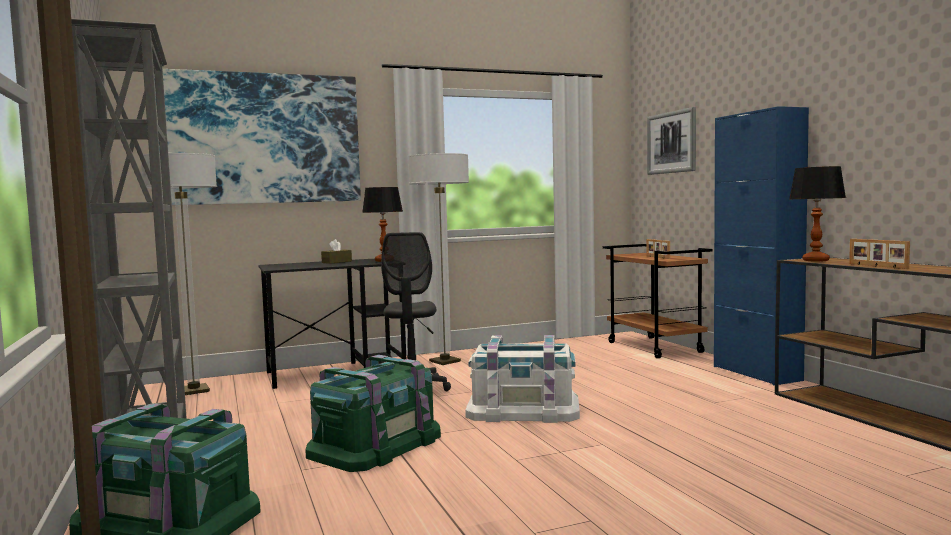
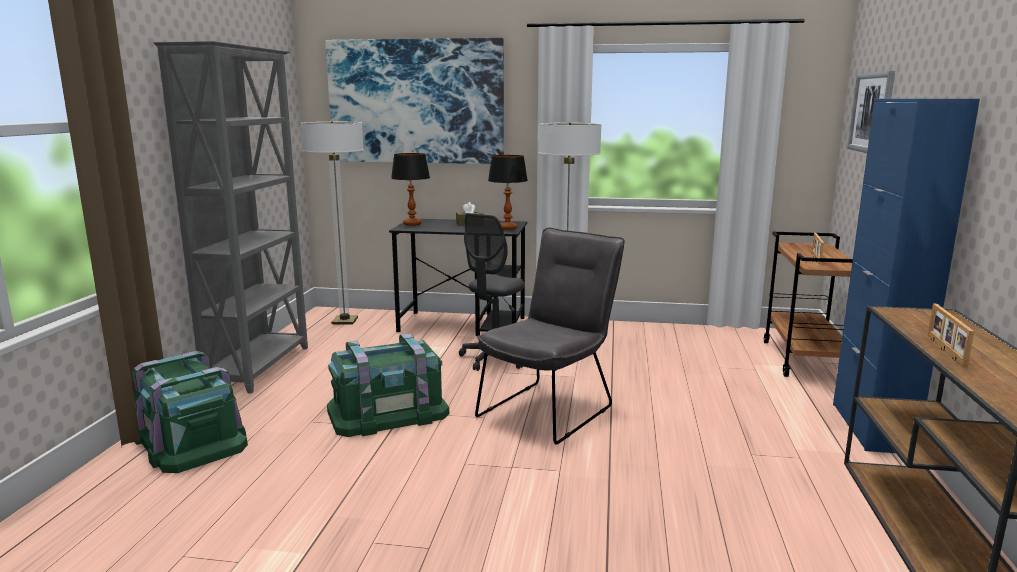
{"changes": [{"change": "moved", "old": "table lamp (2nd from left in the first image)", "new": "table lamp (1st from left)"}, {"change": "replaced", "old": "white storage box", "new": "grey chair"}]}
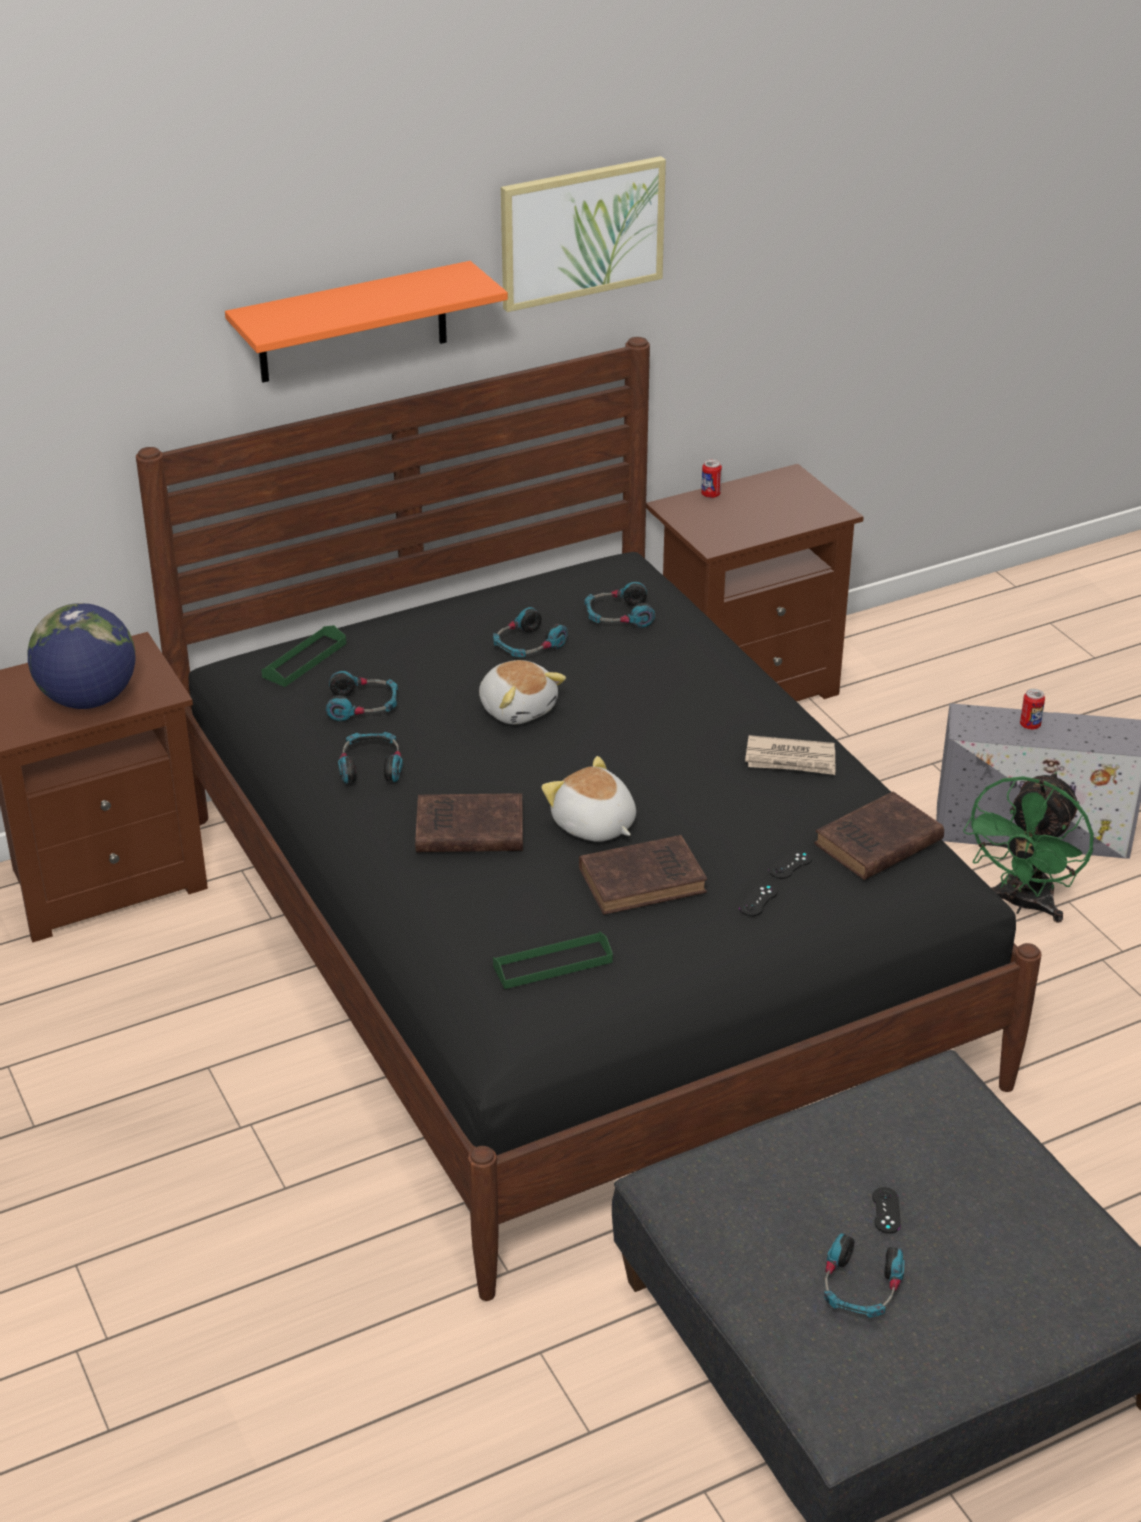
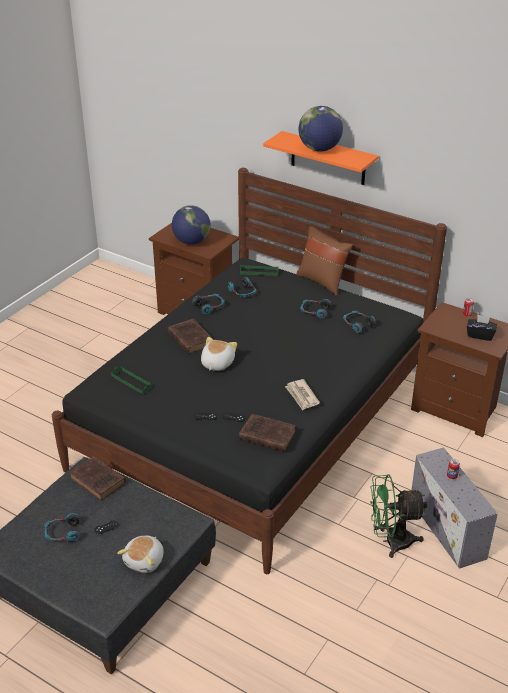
{"changes": [{"change": "removed", "old": "picture"}, {"change": "added", "new": "brown pillow"}, {"change": "added", "new": "globe (2nd from left)"}, {"change": "added", "new": "black tissue box"}, {"change": "moved", "old": "plush toy (1st from left)"}, {"change": "moved", "old": "brown book (2nd from left in the first image)", "new": "brown book (1st from left)"}]}
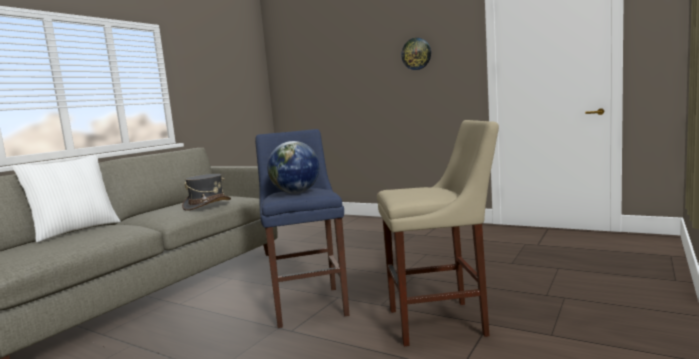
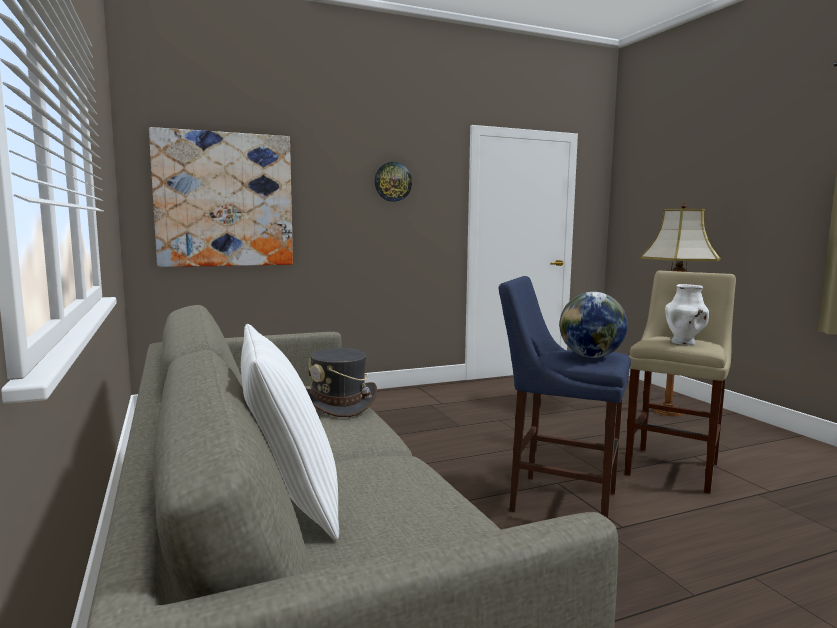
{"changes": [{"change": "added", "new": "picture"}, {"change": "added", "new": "floor lamp"}, {"change": "added", "new": "white vase"}]}
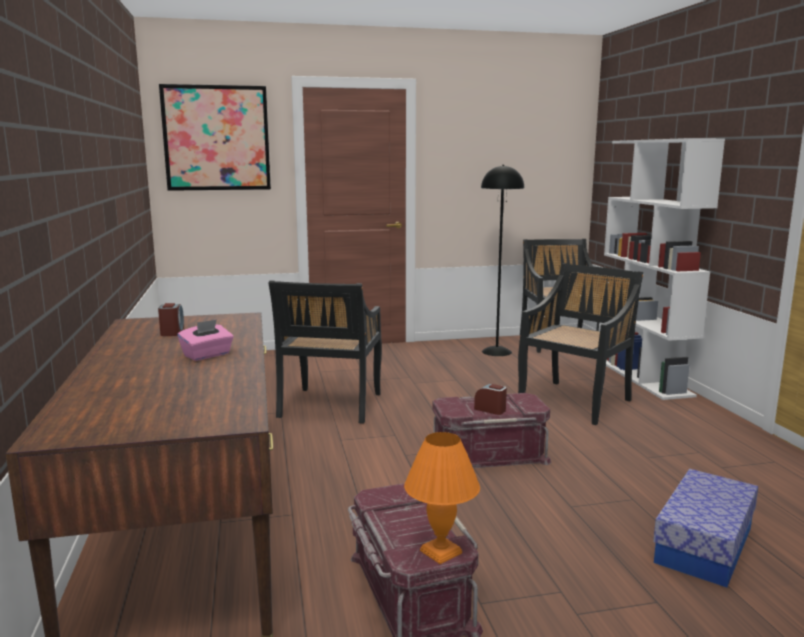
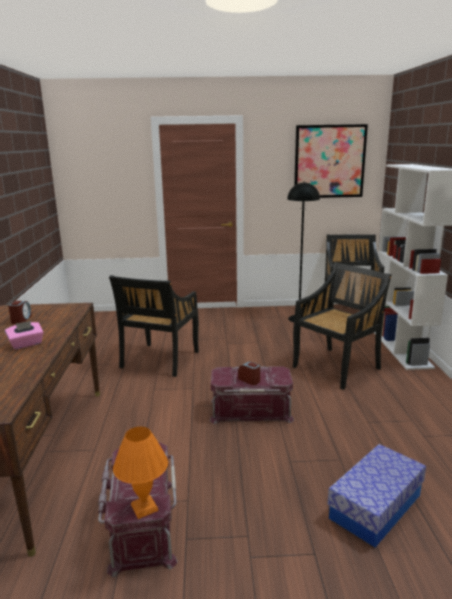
{"changes": [{"change": "moved", "old": "picture"}]}
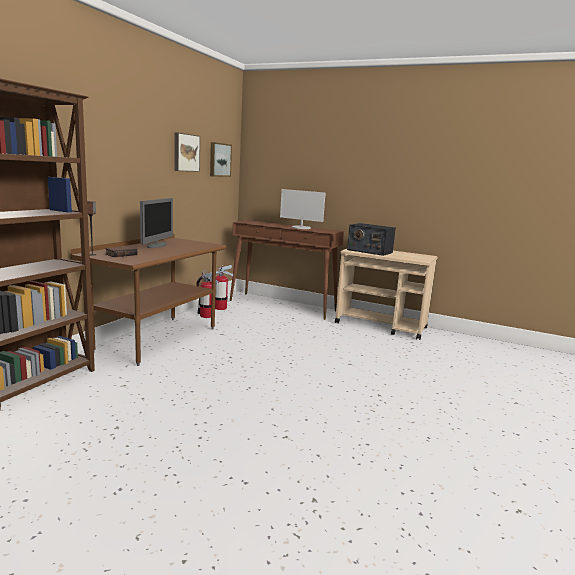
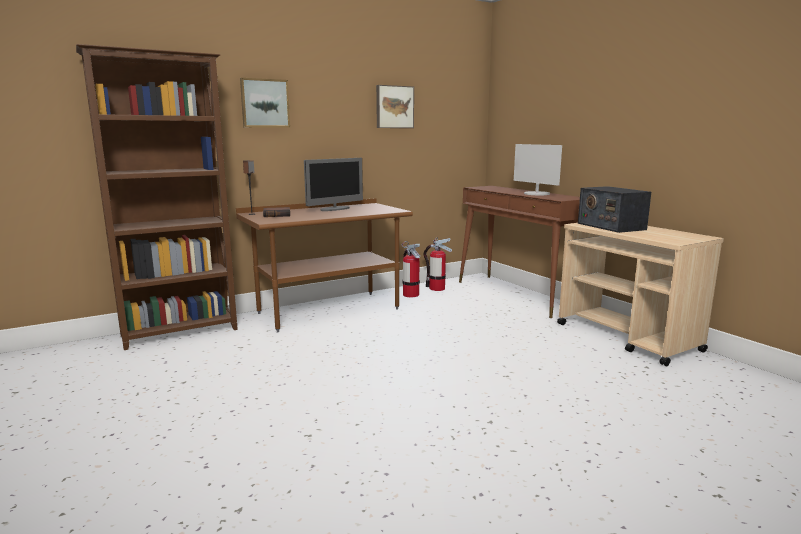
{"changes": [{"change": "moved", "old": "picture (2nd from left in the first image)", "new": "picture (1st from left)"}]}
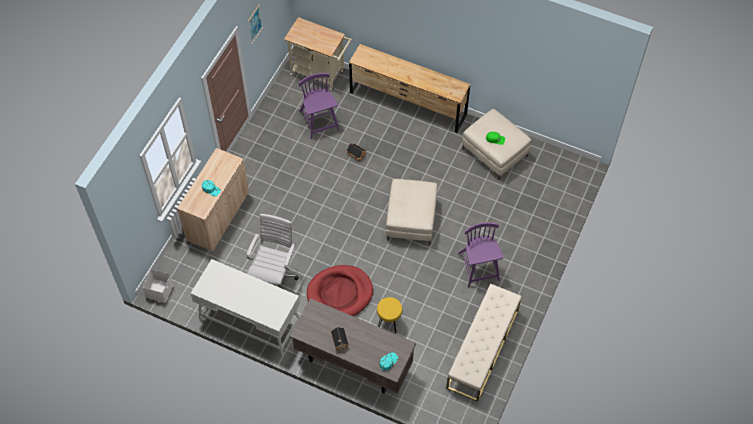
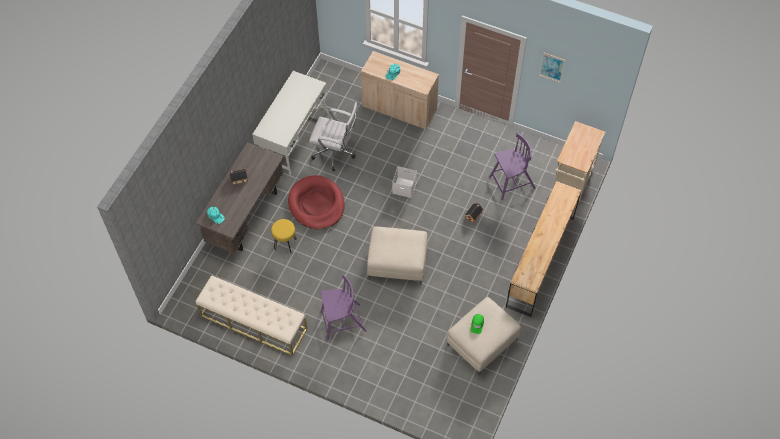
{"changes": [{"change": "moved", "old": "white storage box"}]}
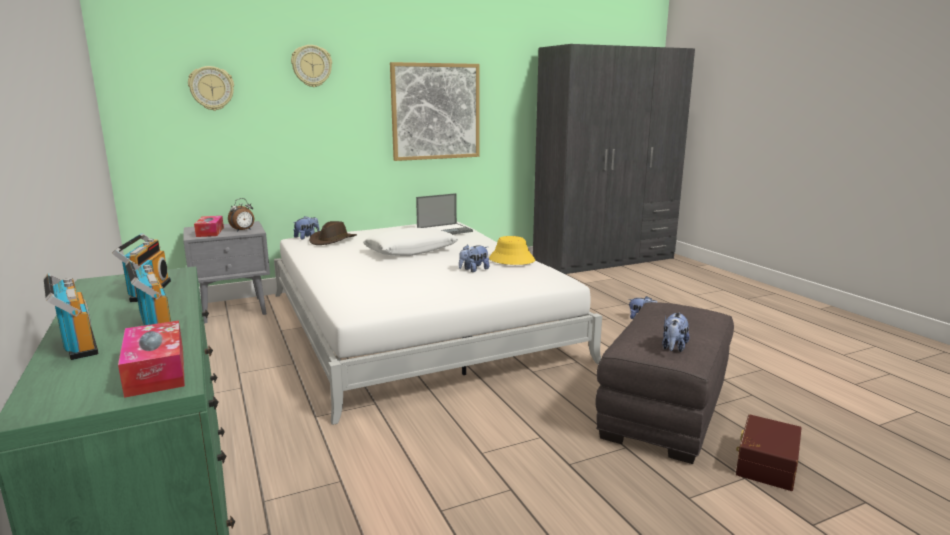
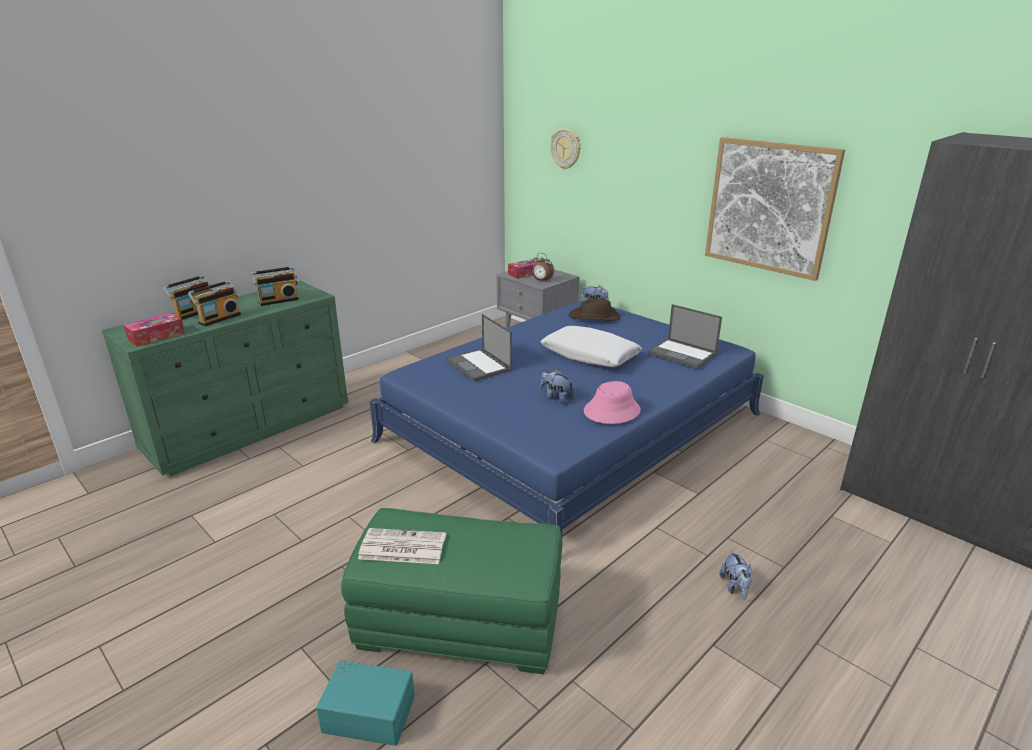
{"changes": [{"change": "removed", "old": "wall clock (2nd from left)"}, {"change": "added", "new": "laptop (1st from left)"}, {"change": "replaced", "old": "plush toy (4th from left)", "new": "newspaper"}, {"change": "recoloured", "old": "white bed", "new": "blue bed"}, {"change": "recoloured", "old": "yellow hat", "new": "pink hat"}, {"change": "recoloured", "old": "grey ottoman", "new": "green ottoman"}, {"change": "recoloured", "old": "brown storage box", "new": "turquoise storage box"}]}
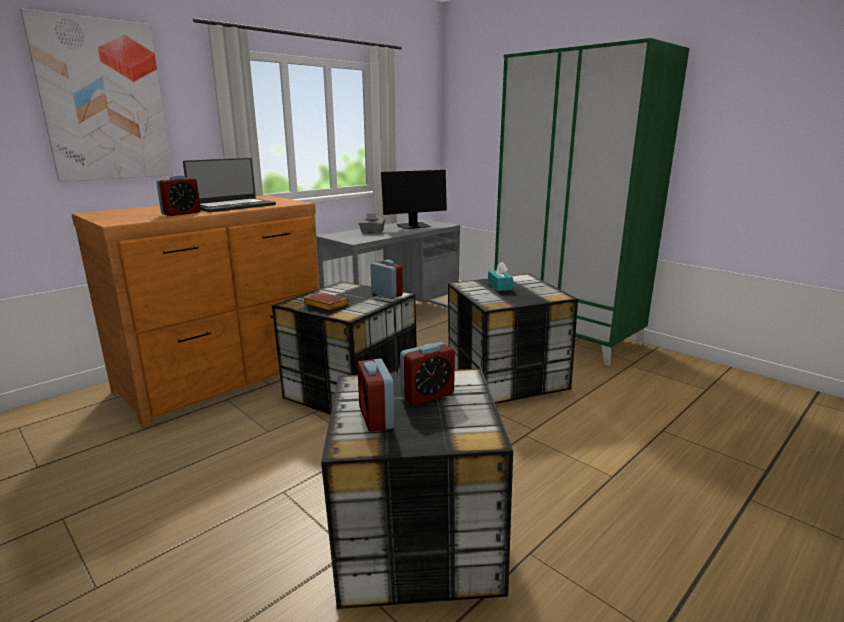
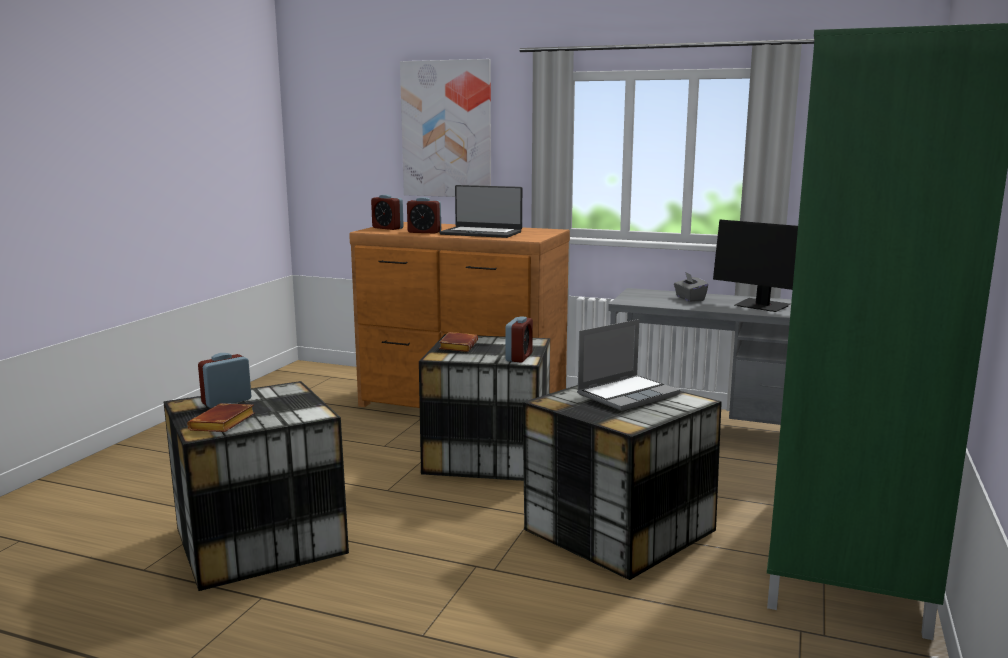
{"changes": [{"change": "added", "new": "brown book (1st from left)"}, {"change": "moved", "old": "alarm clock (4th from left in the first image)", "new": "alarm clock (2nd from left)"}, {"change": "replaced", "old": "turquoise tissue box", "new": "laptop (2nd from left)"}]}
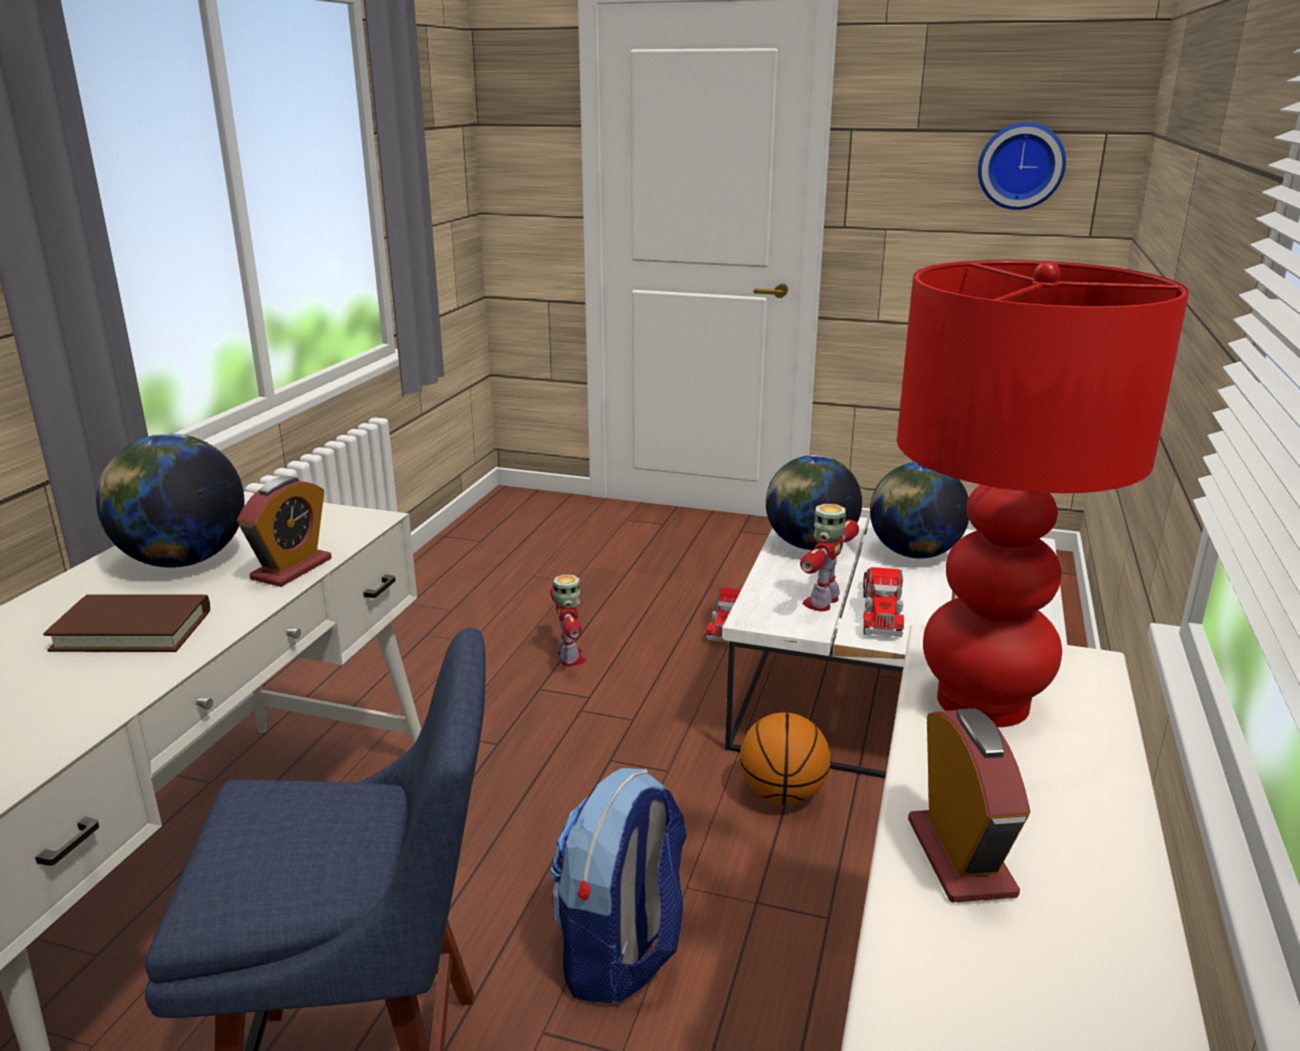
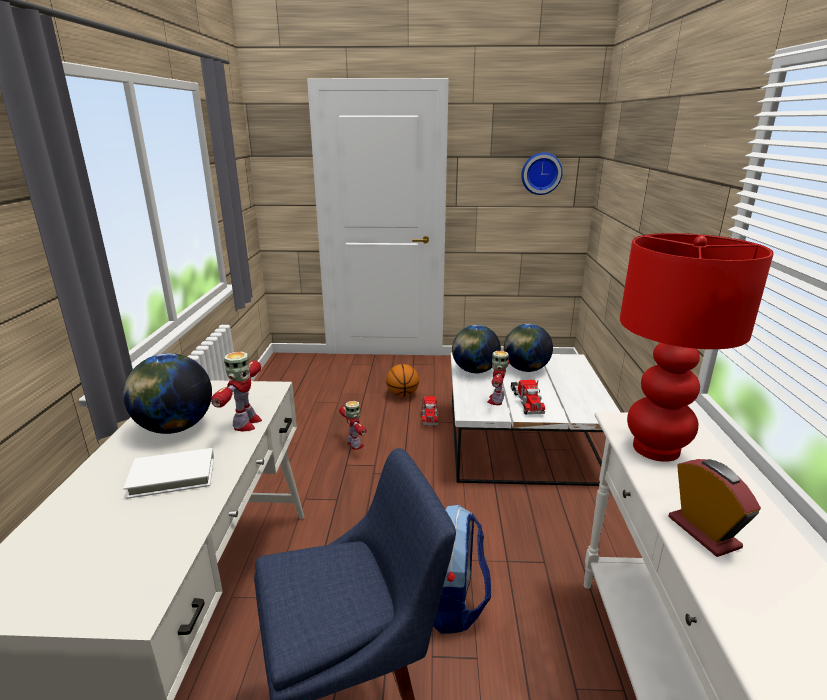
{"changes": [{"change": "moved", "old": "basketball"}, {"change": "replaced", "old": "alarm clock (1st from left)", "new": "toy robot (1st from left)"}, {"change": "recoloured", "old": "brown book", "new": "white book"}]}
